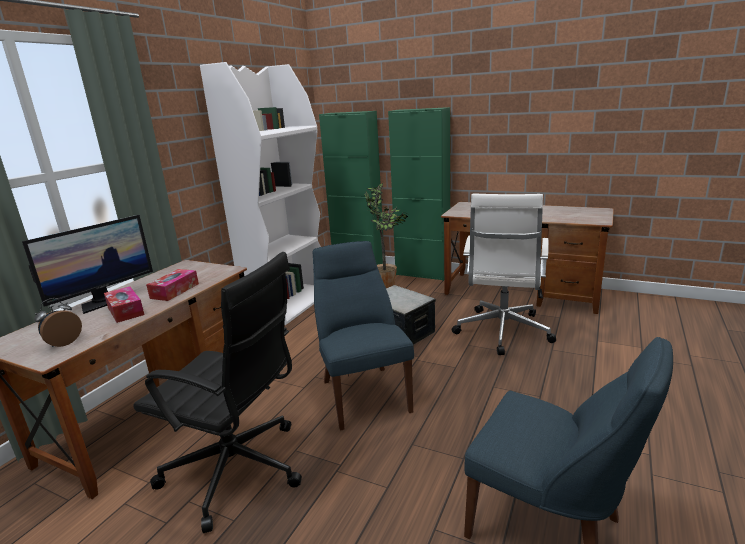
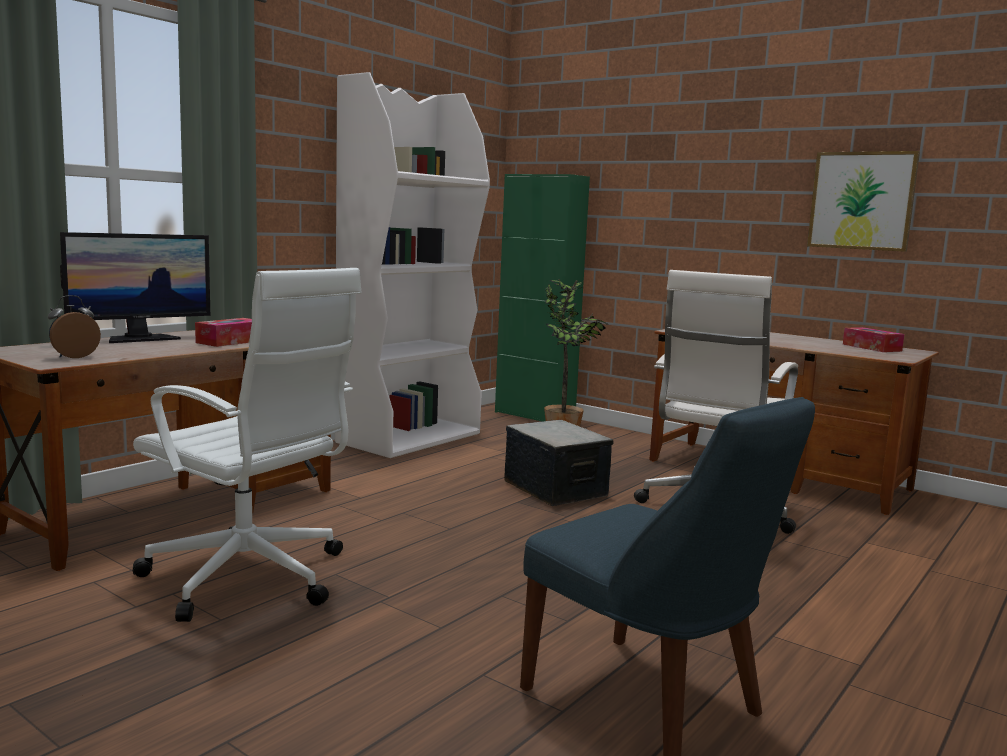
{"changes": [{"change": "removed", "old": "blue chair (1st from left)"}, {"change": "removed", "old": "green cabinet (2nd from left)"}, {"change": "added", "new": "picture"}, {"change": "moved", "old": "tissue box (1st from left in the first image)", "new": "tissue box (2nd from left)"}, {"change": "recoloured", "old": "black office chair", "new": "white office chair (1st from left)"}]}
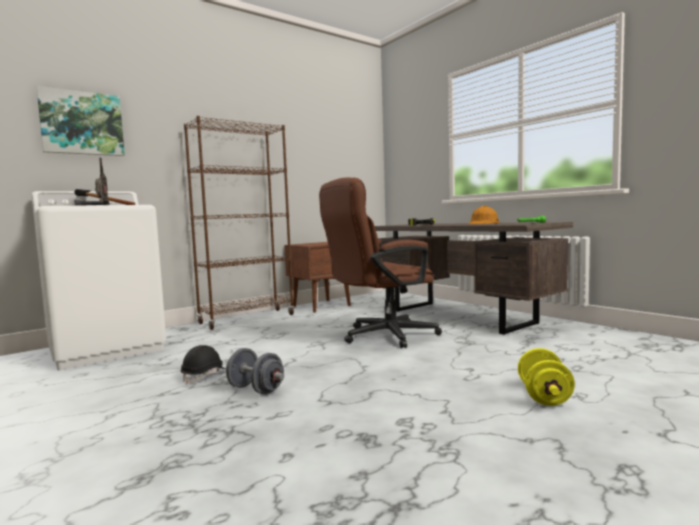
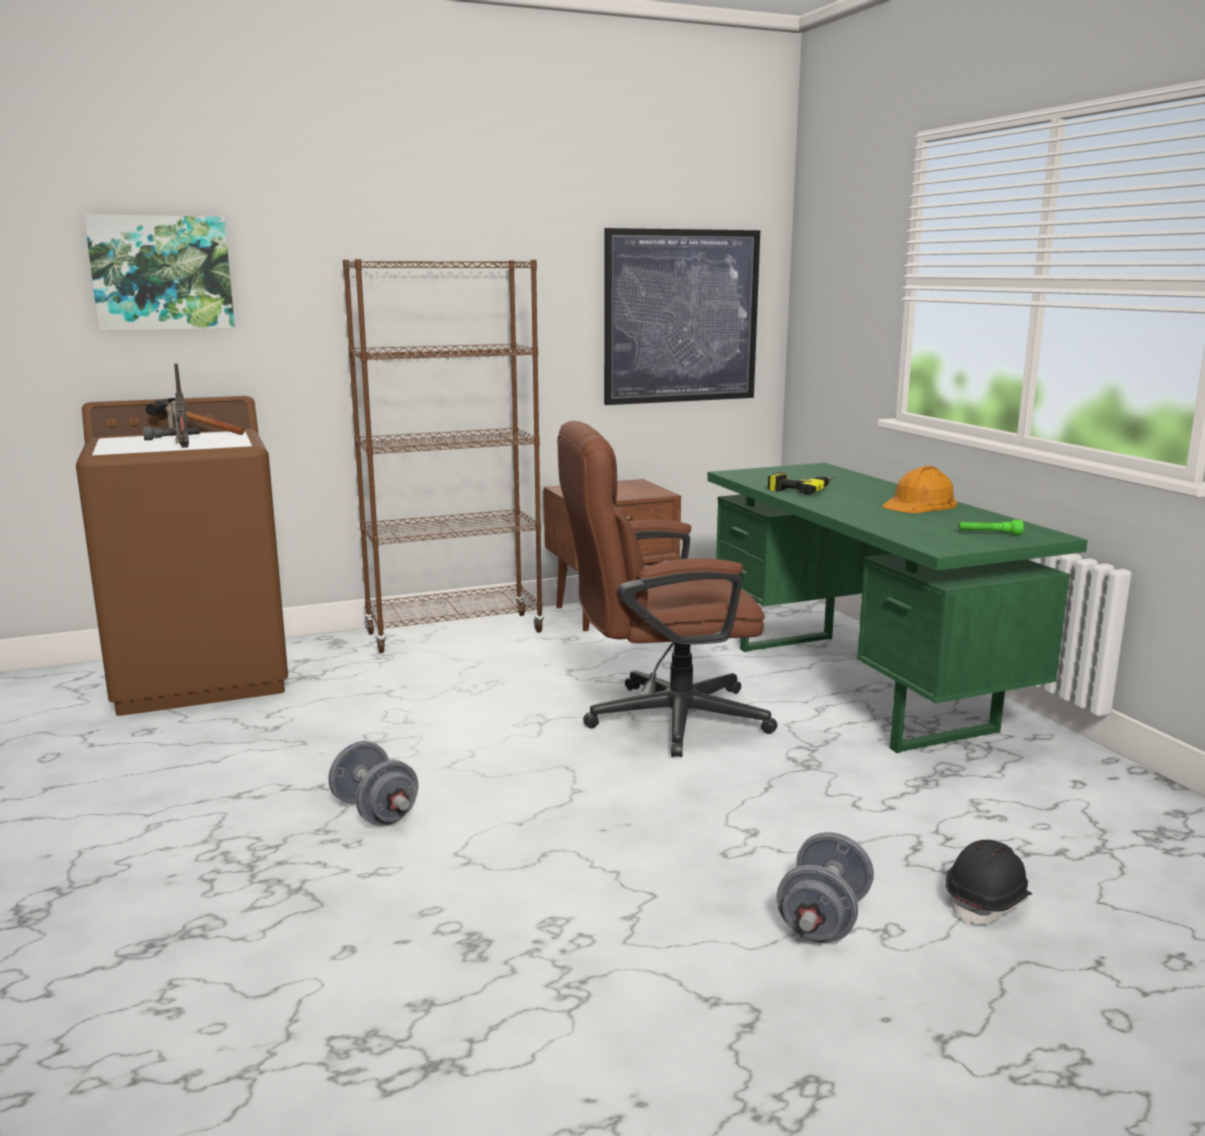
{"changes": [{"change": "added", "new": "picture (2nd from left)"}, {"change": "moved", "old": "black hard hat"}, {"change": "recoloured", "old": "white washing machine", "new": "brown washing machine"}, {"change": "recoloured", "old": "brown desk", "new": "green desk"}, {"change": "recoloured", "old": "yellow dumbbell", "new": "grey dumbbell (2nd from left)"}]}
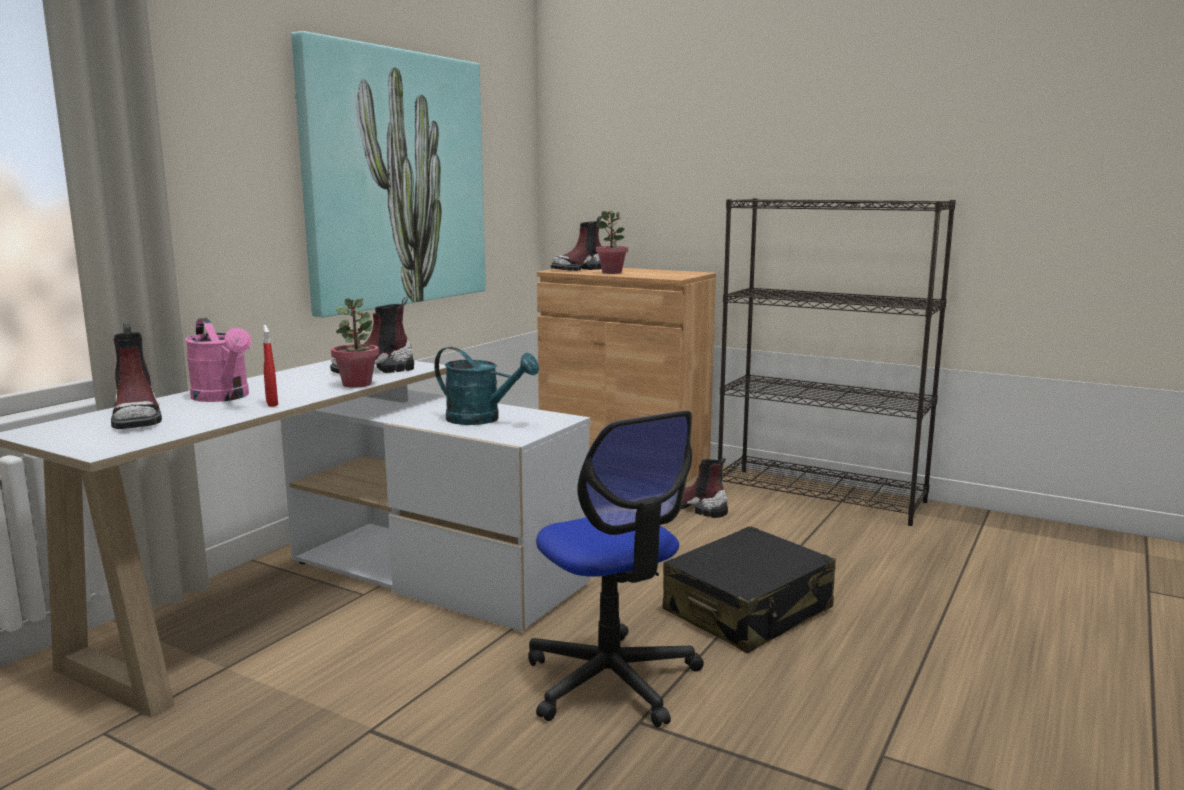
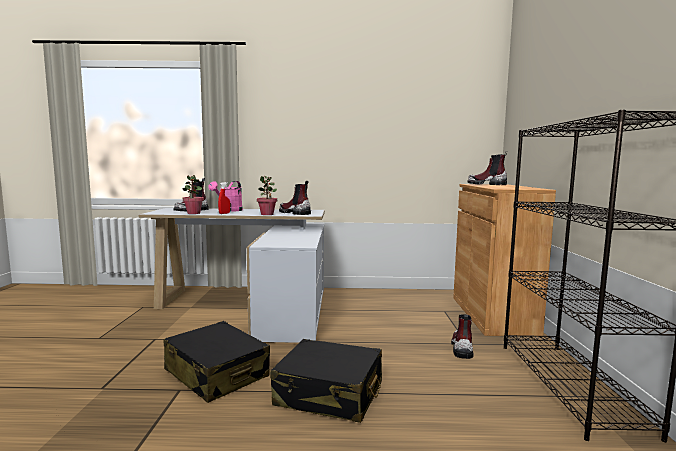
{"changes": [{"change": "removed", "old": "picture"}, {"change": "removed", "old": "turquoise watering can"}, {"change": "moved", "old": "potted plant (2nd from left in the first image)", "new": "potted plant (1st from left)"}, {"change": "replaced", "old": "office chair", "new": "black suitcase (1st from left)"}]}
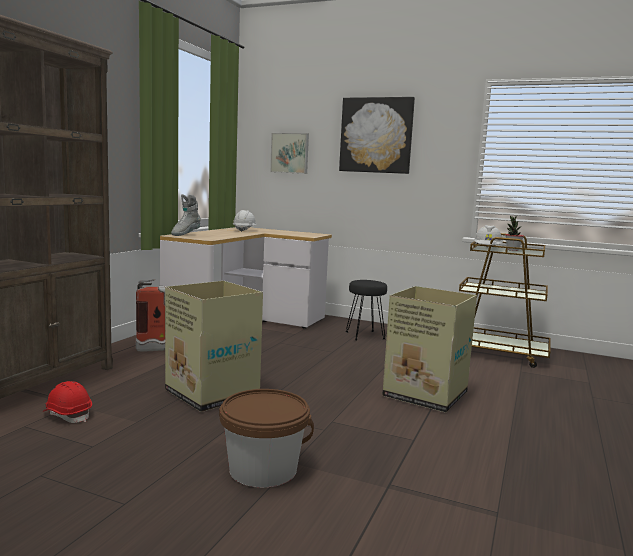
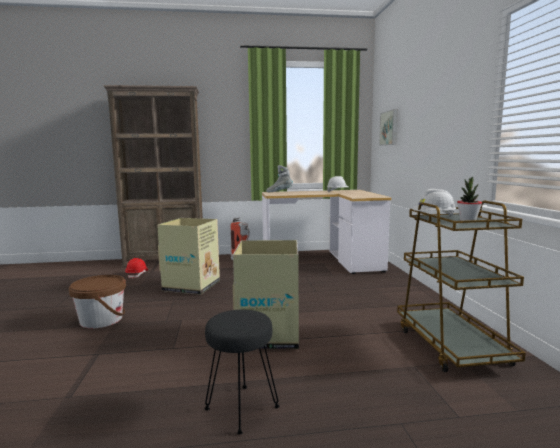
{"changes": [{"change": "removed", "old": "picture (2nd from left)"}, {"change": "moved", "old": "black stool"}]}
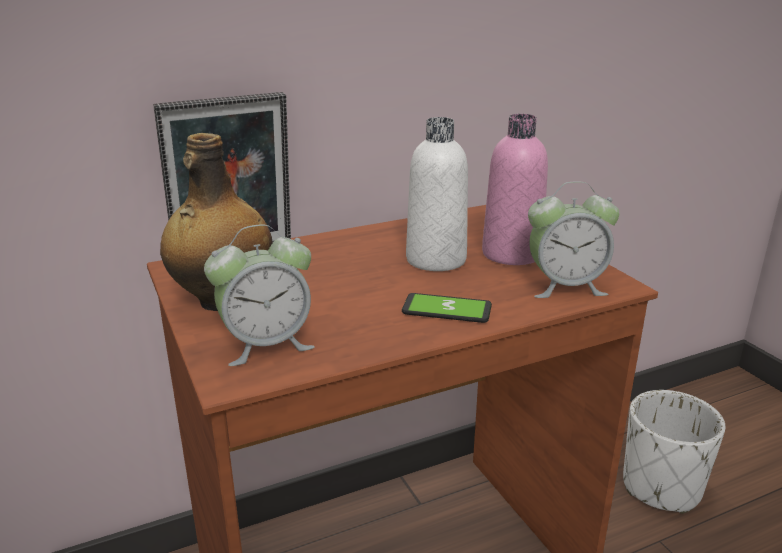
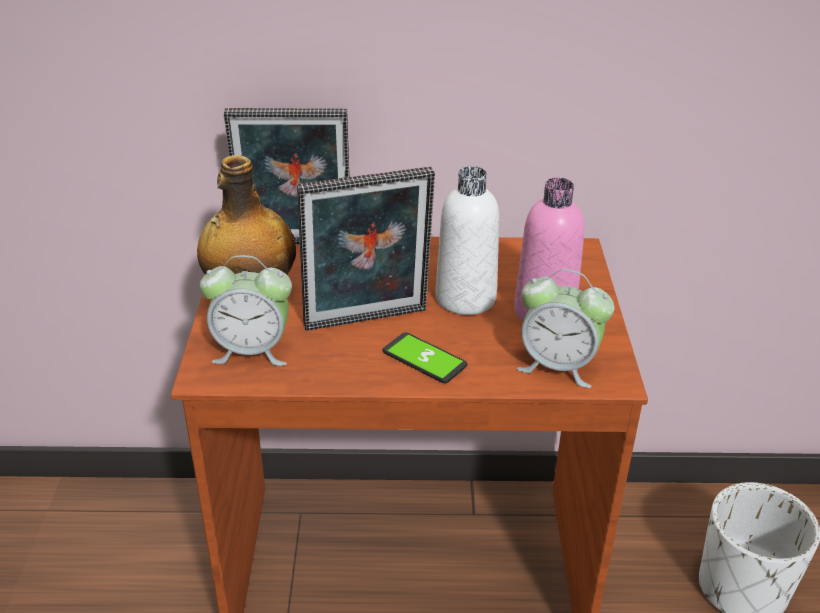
{"changes": [{"change": "added", "new": "picture frame (2nd from left)"}]}
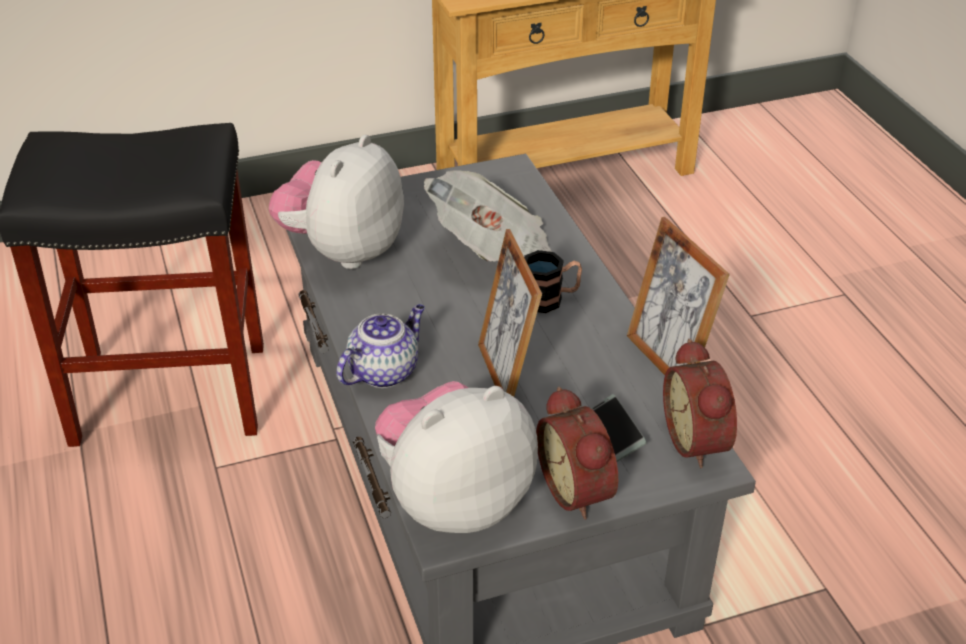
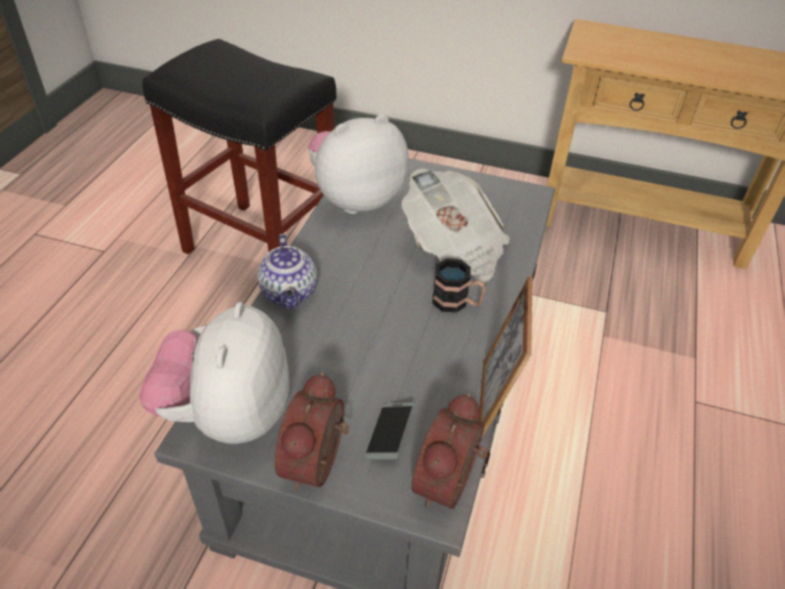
{"changes": [{"change": "removed", "old": "picture frame (1st from left)"}, {"change": "turned", "old": "teapot", "degrees": 90}, {"change": "turned", "old": "plush toy (2nd from left in the first image)", "degrees": -90}]}
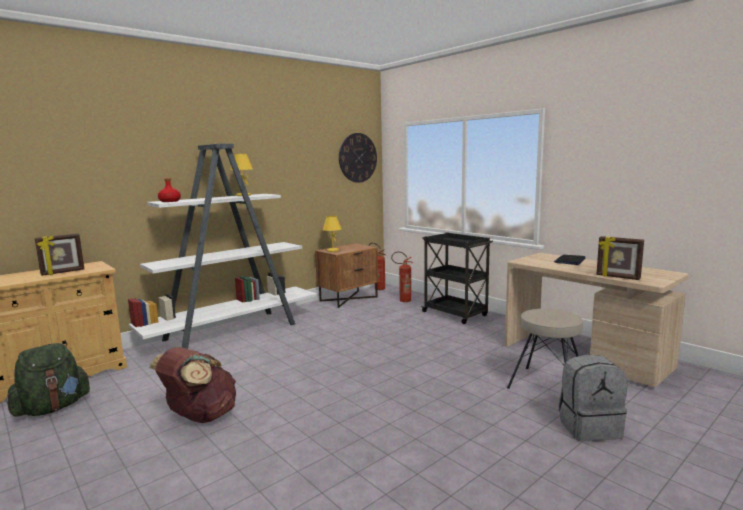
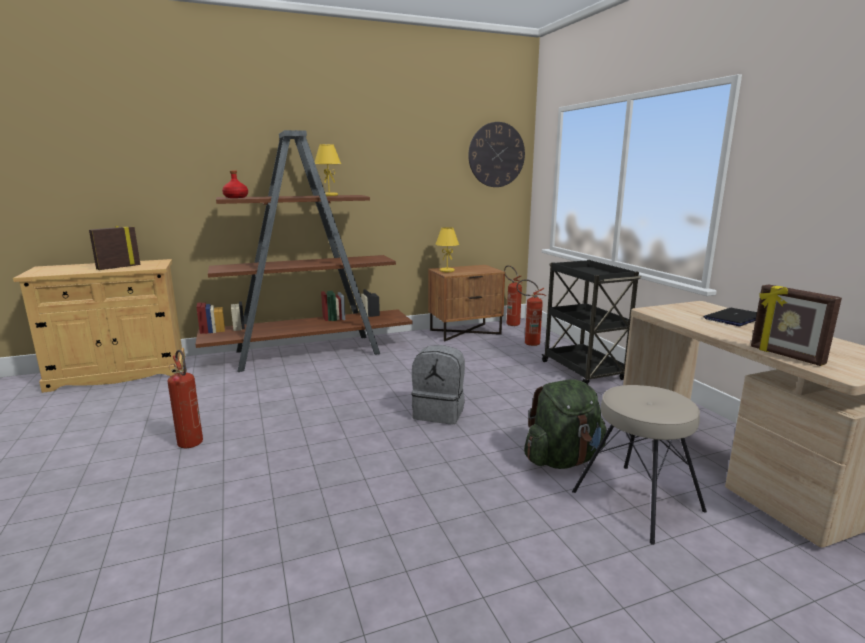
{"changes": [{"change": "moved", "old": "green backpack"}, {"change": "moved", "old": "grey backpack"}, {"change": "replaced", "old": "brown backpack", "new": "fire extinguisher (1st from left)"}, {"change": "recoloured", "old": "white bookcase", "new": "brown bookcase"}, {"change": "turned", "old": "picture frame (1st from left)", "degrees": 150}]}
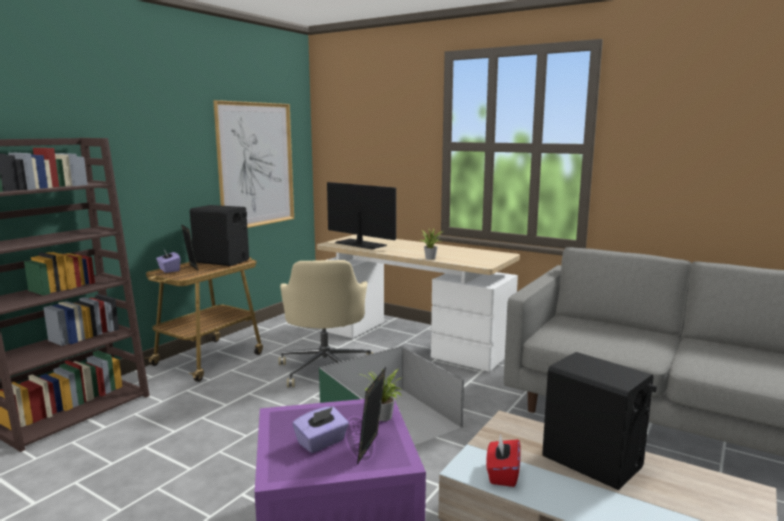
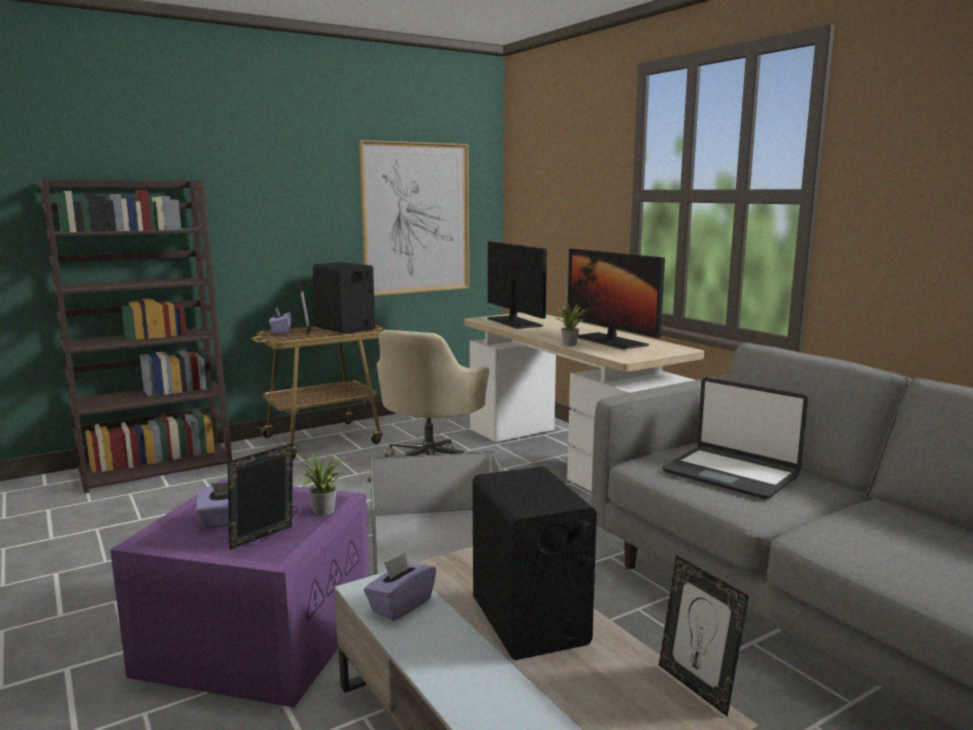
{"changes": [{"change": "added", "new": "monitor (2nd from left)"}, {"change": "added", "new": "picture frame (3rd from left)"}, {"change": "added", "new": "laptop"}, {"change": "recoloured", "old": "red tissue box", "new": "purple tissue box (3rd from left)"}]}
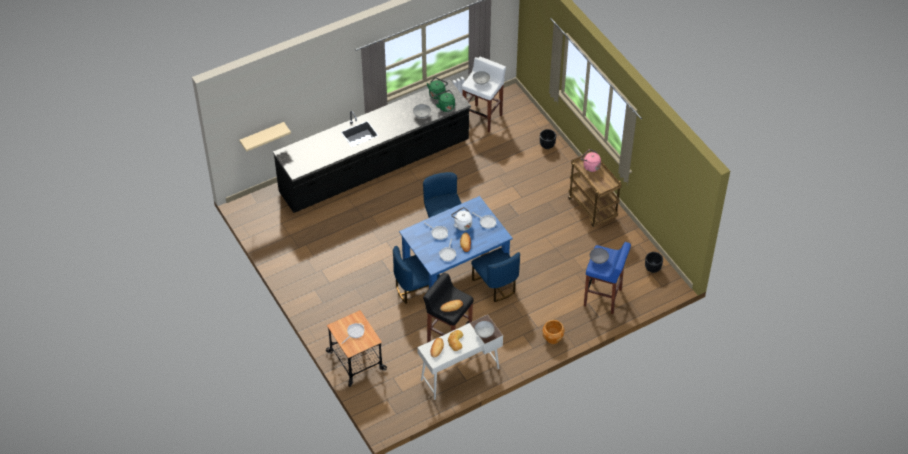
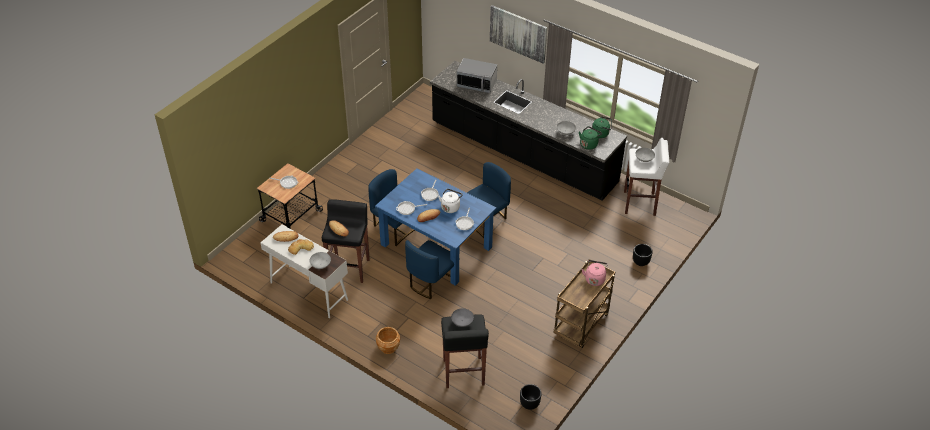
{"changes": [{"change": "removed", "old": "beige shelf"}, {"change": "added", "new": "microwave"}, {"change": "added", "new": "picture"}, {"change": "recoloured", "old": "blue stool", "new": "black stool (2nd from left)"}]}
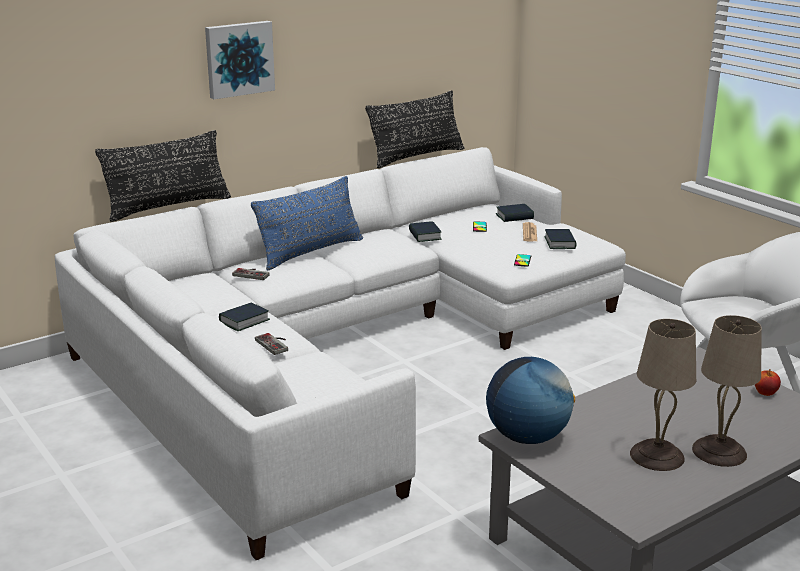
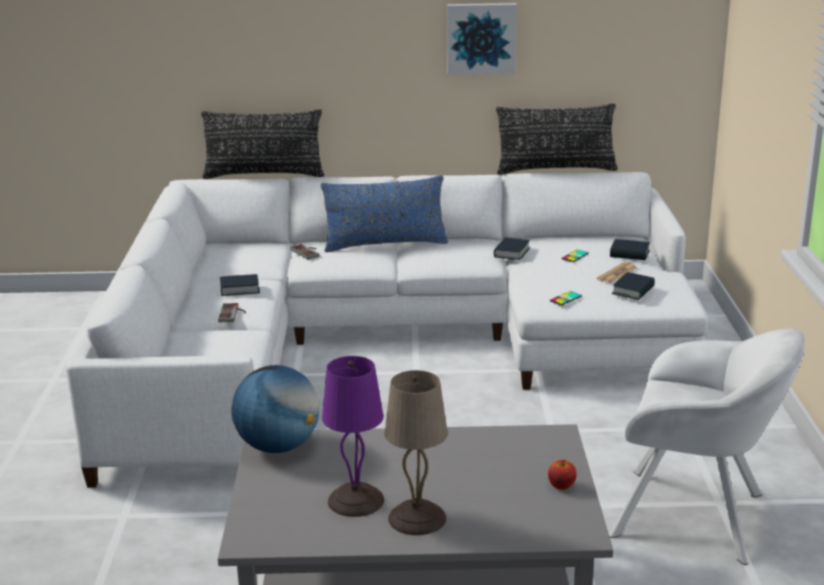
{"changes": [{"change": "moved", "old": "picture"}, {"change": "recoloured", "old": "beige table lamp (1st from left)", "new": "purple table lamp"}]}
